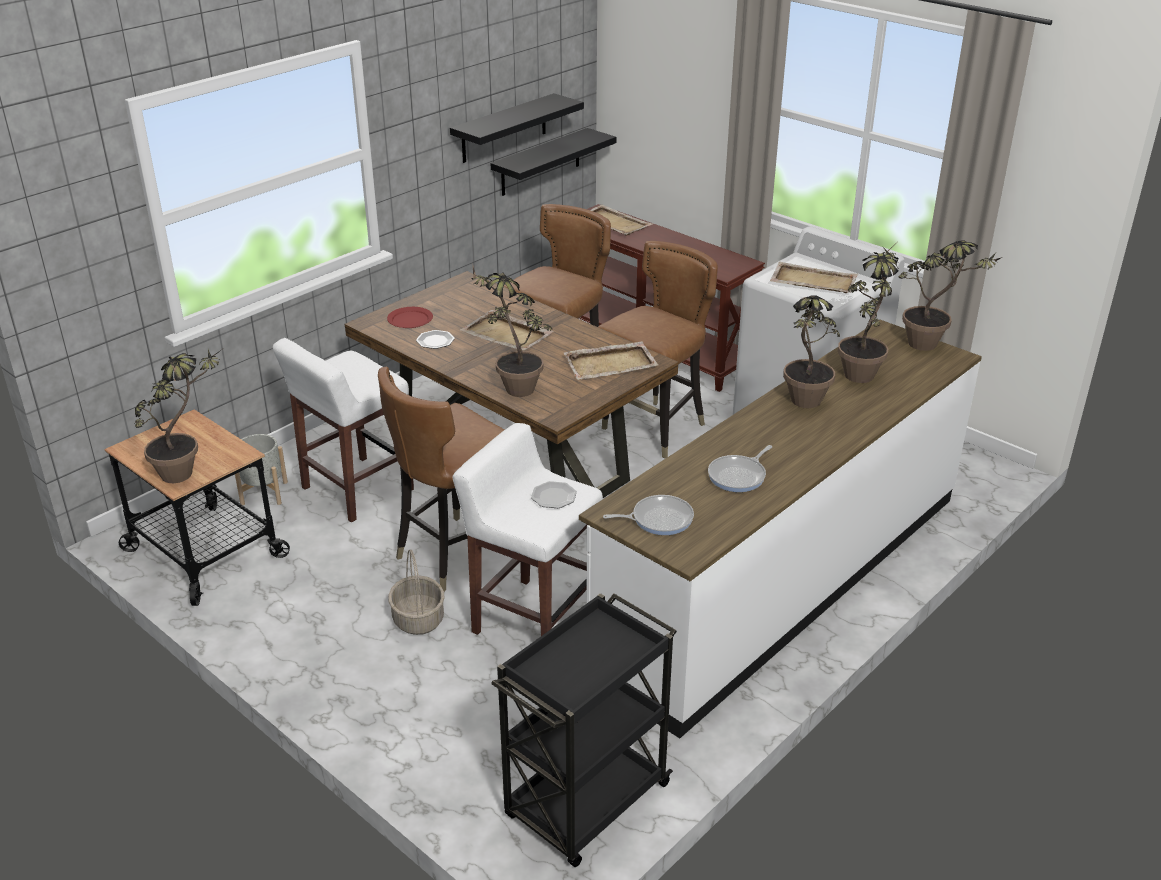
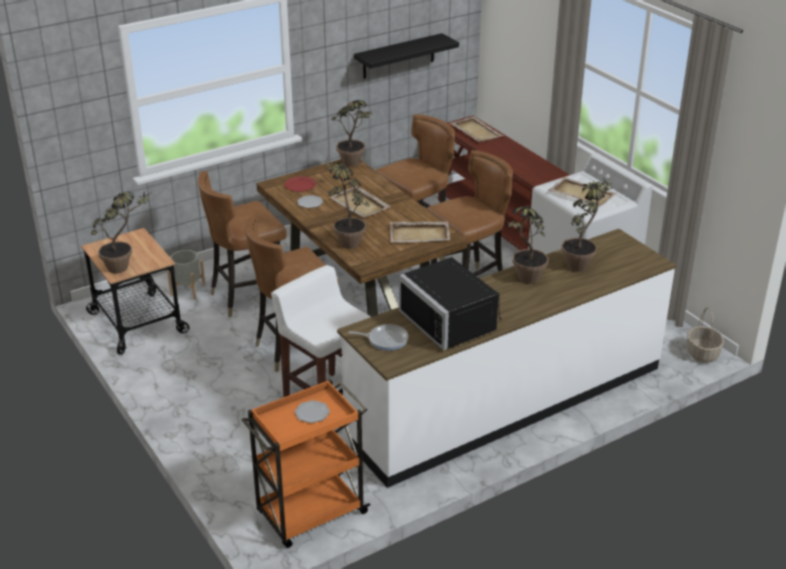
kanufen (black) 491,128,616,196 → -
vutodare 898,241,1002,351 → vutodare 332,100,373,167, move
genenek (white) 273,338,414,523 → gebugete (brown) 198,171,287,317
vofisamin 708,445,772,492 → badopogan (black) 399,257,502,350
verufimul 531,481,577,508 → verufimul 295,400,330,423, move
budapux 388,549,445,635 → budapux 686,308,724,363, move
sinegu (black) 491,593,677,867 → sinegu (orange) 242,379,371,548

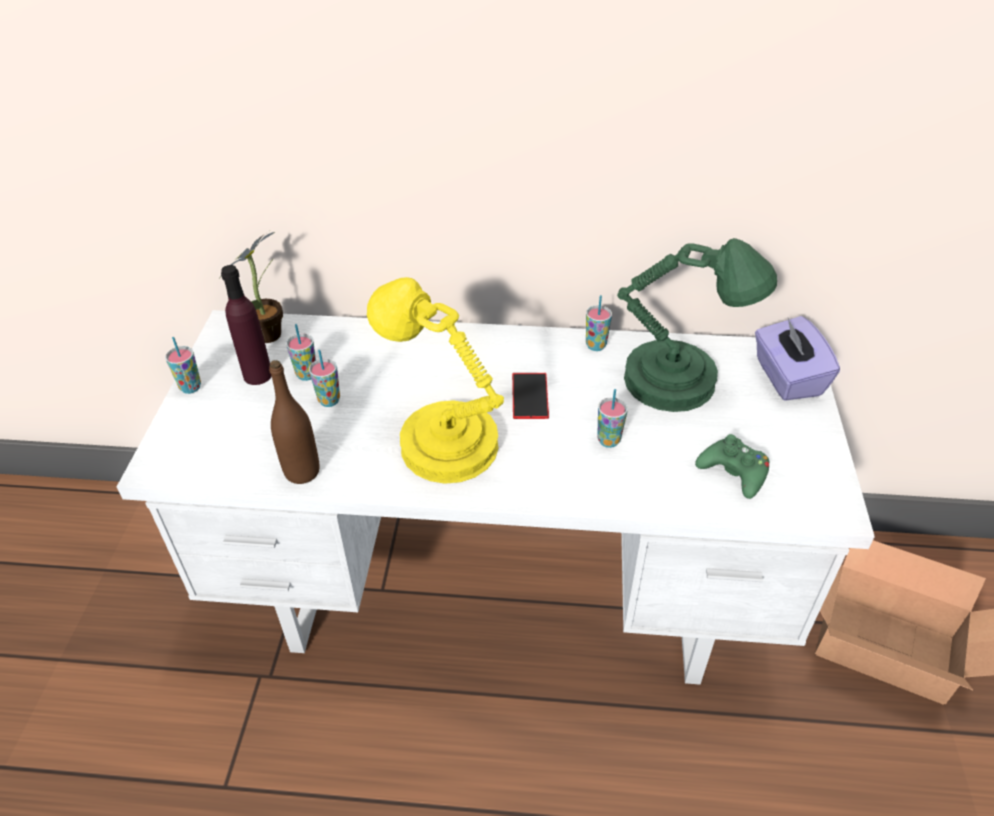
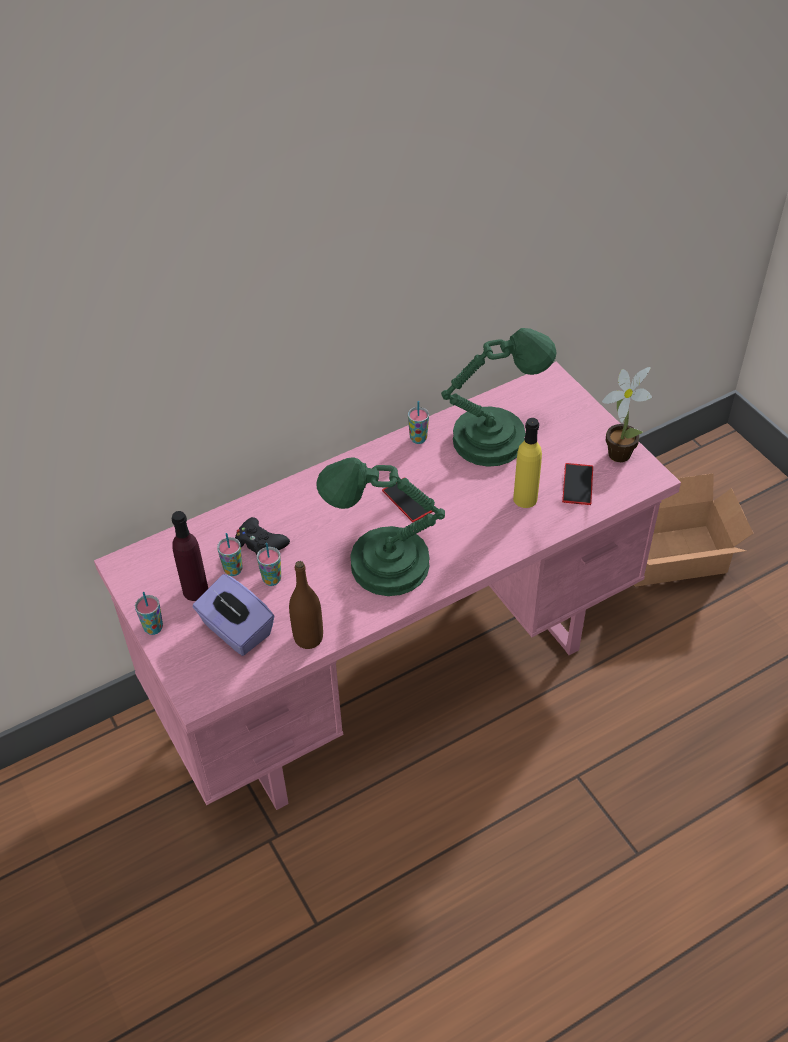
vutodare 220,230,283,343 → vutodare 602,367,652,462, move
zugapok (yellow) 367,277,504,484 → zugapok (green) 317,457,445,596
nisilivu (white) 117,310,875,685 → nisilivu (pink) 94,362,681,810
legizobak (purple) 755,316,840,401 → legizobak (purple) 193,574,274,656, move
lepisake 597,389,628,448 → -
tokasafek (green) 695,434,769,499 → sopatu 562,463,593,505
- → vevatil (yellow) 513,418,542,508
- → tokasafek (black) 235,517,290,555

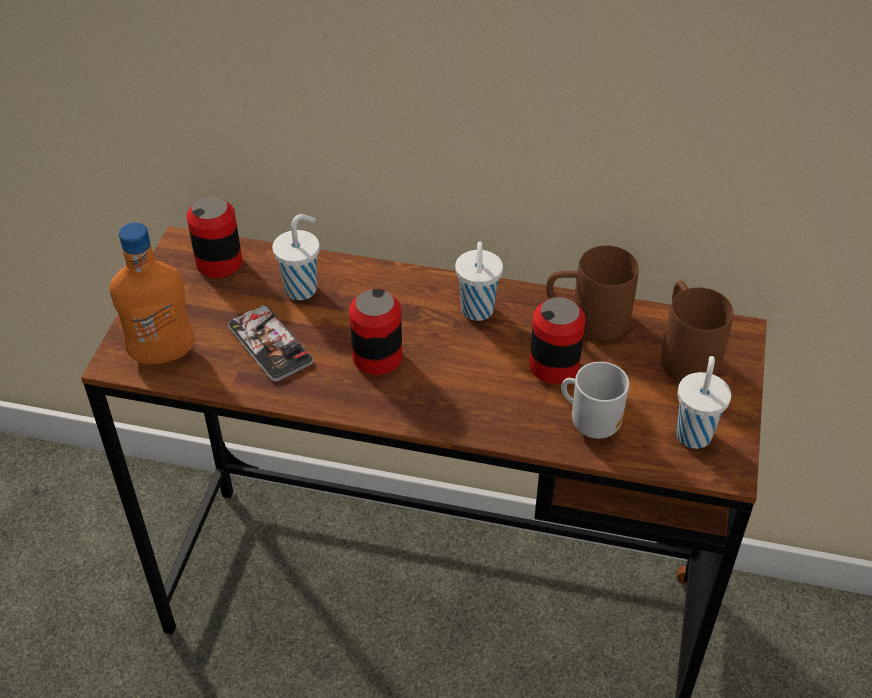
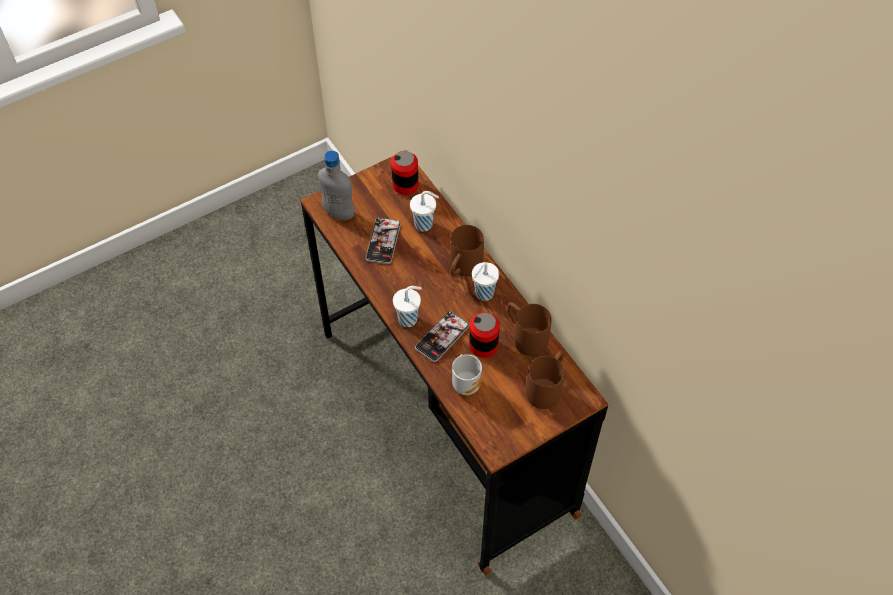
vevatil (orange) 109,222,194,364 → vevatil (grey) 318,150,355,220
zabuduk 349,289,402,375 → -
lepisake (white) 676,356,731,449 → lepisake (white) 393,286,422,327, move
- → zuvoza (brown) 450,225,484,276
- → sopatu 415,311,469,362

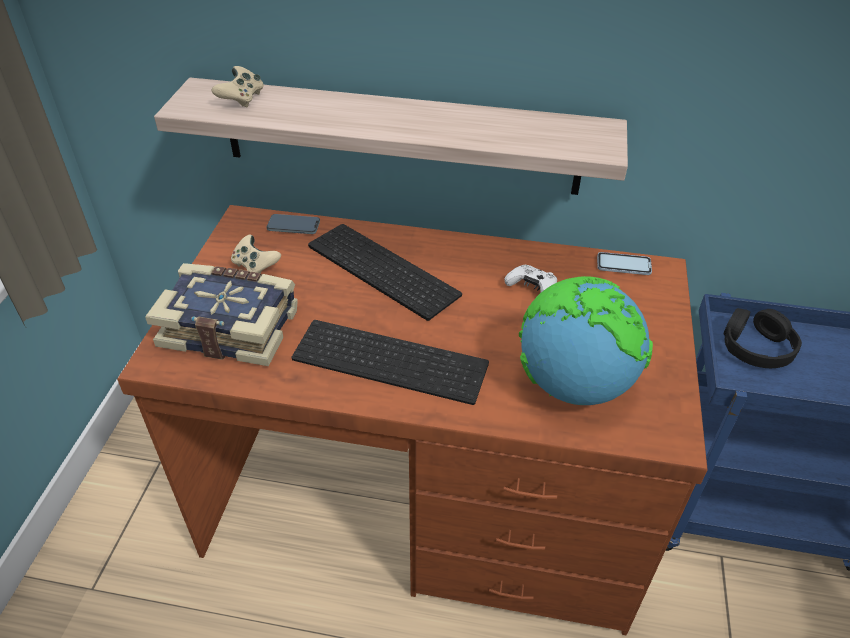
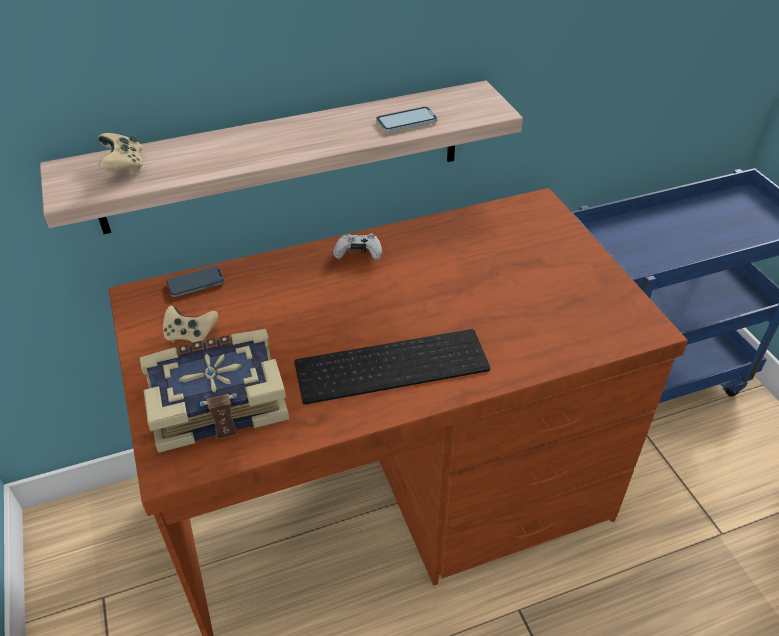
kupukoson 308,224,462,321 → -
sopatu 597,252,652,275 → sopatu 376,106,437,132, move
tokasafek (white) 504,265,557,292 → tokasafek (white) 333,233,382,260, move
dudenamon 519,276,653,405 → -
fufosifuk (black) 723,308,802,368 → -

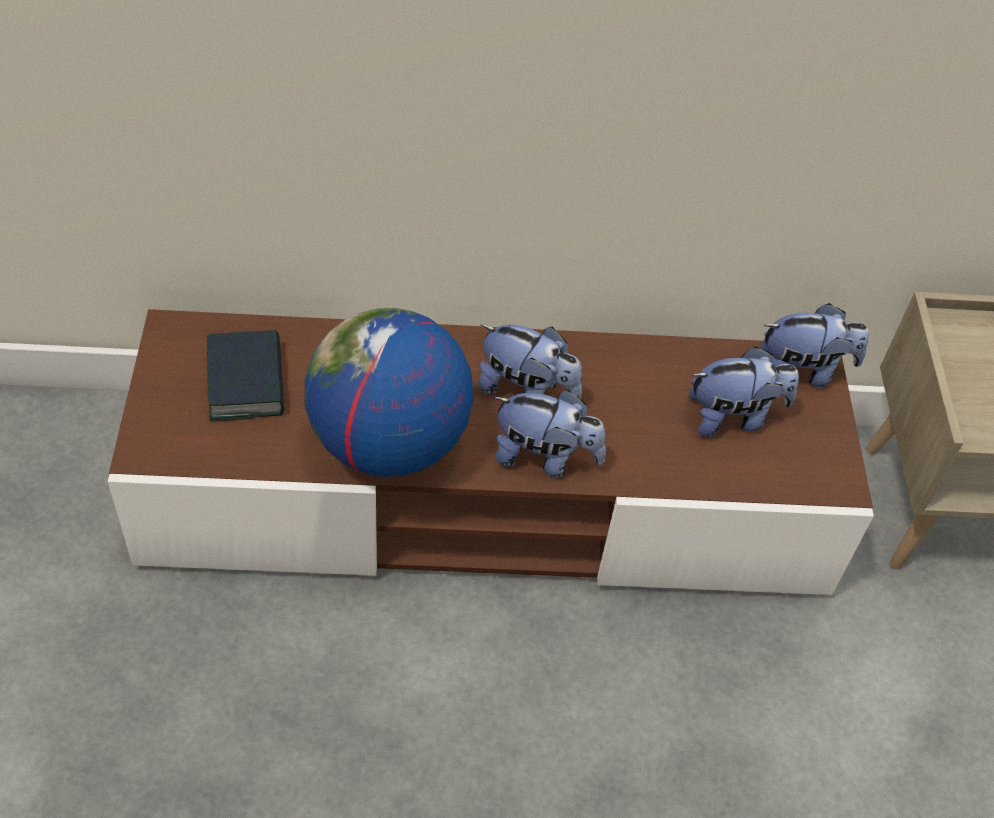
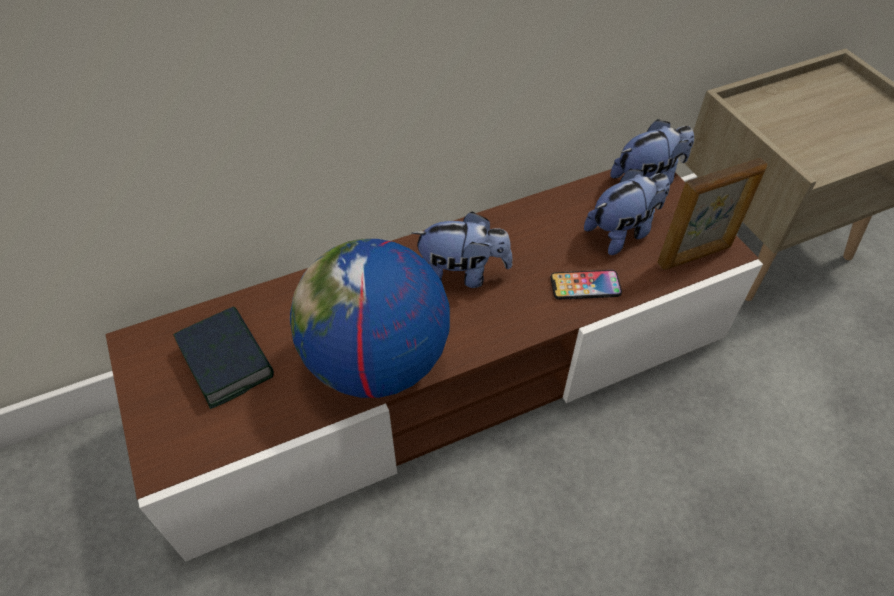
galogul 493,390,606,477 → -
- → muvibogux 657,158,767,270
- → sopatu 551,270,622,300

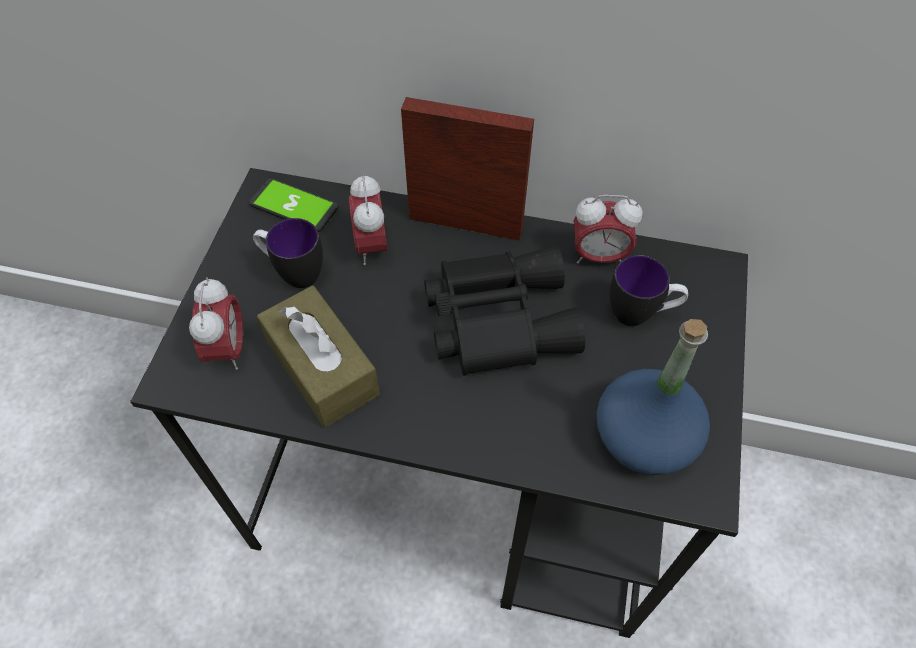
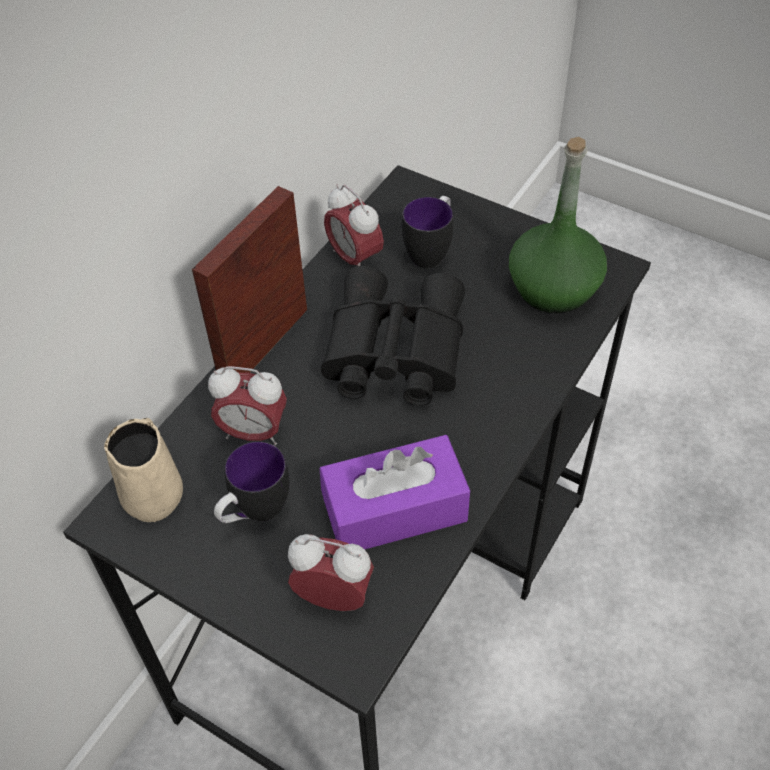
sopatu 249,178,339,232 → zuvoza (beige) 104,418,183,522
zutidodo 574,195,643,264 → zutidodo 324,185,384,266, 120 degrees clockwise
legizobak (brown) 257,286,380,428 → legizobak (purple) 319,435,470,549
vevatil (blue) 597,319,710,475 → vevatil (green) 509,137,607,313

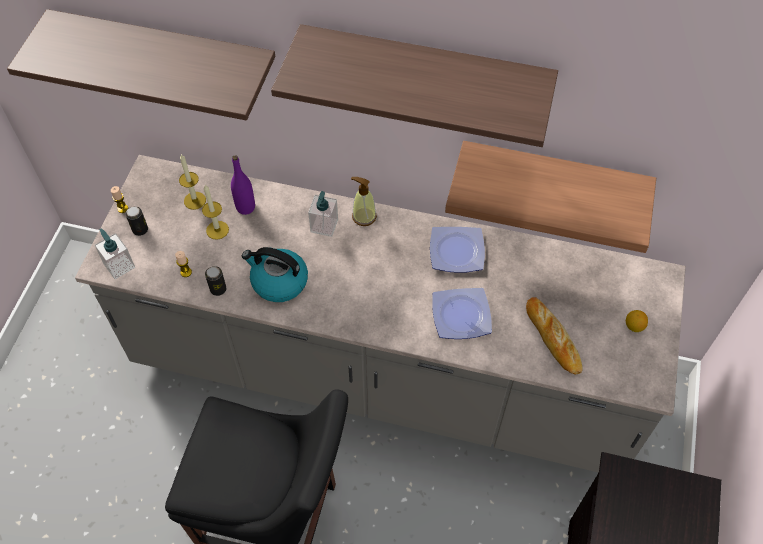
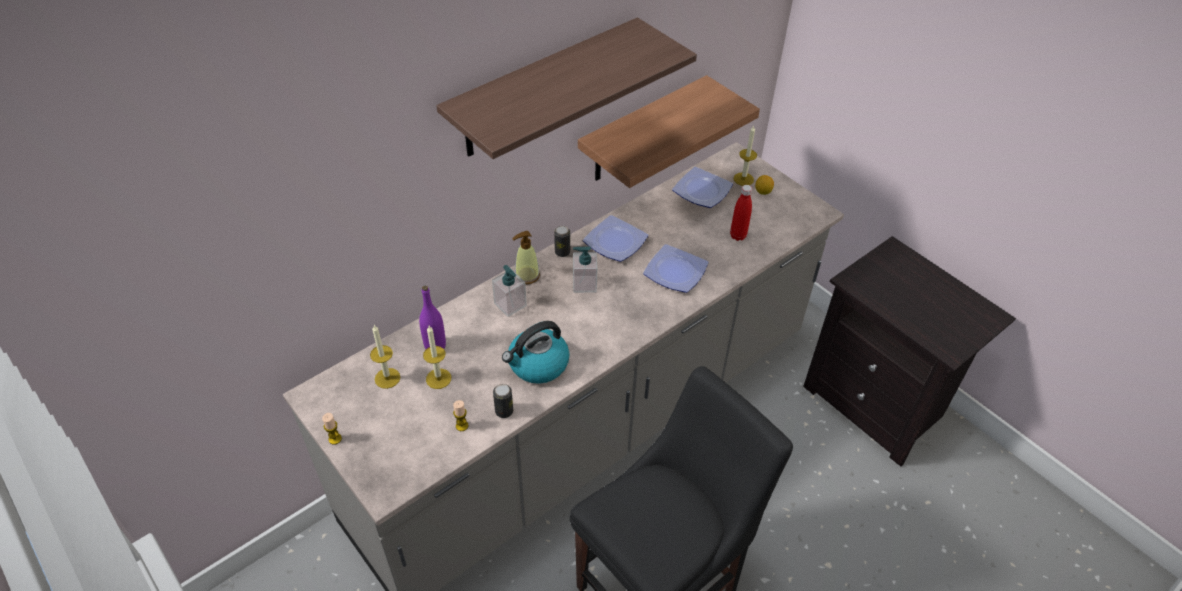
kanufen 7,9,275,121 → -
zabuduk 125,206,148,236 → zabuduk 554,226,570,257, move
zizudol 95,228,135,279 → zizudol 573,246,597,293, move
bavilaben 526,297,582,375 → vevatil (red) 730,185,752,241
- → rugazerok 734,126,757,186
- → verufimul 672,167,733,208

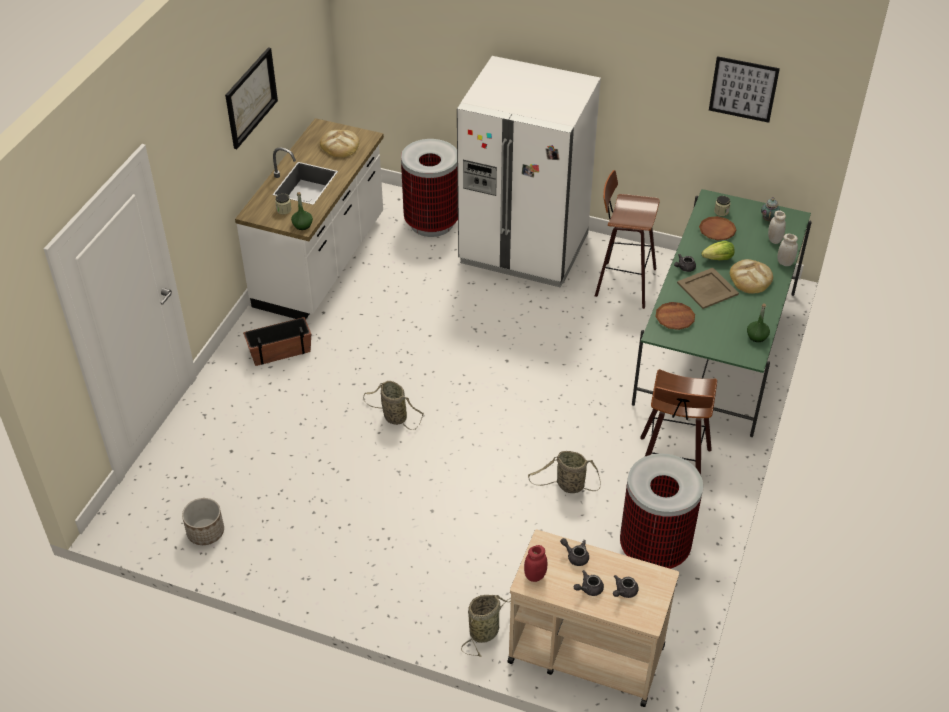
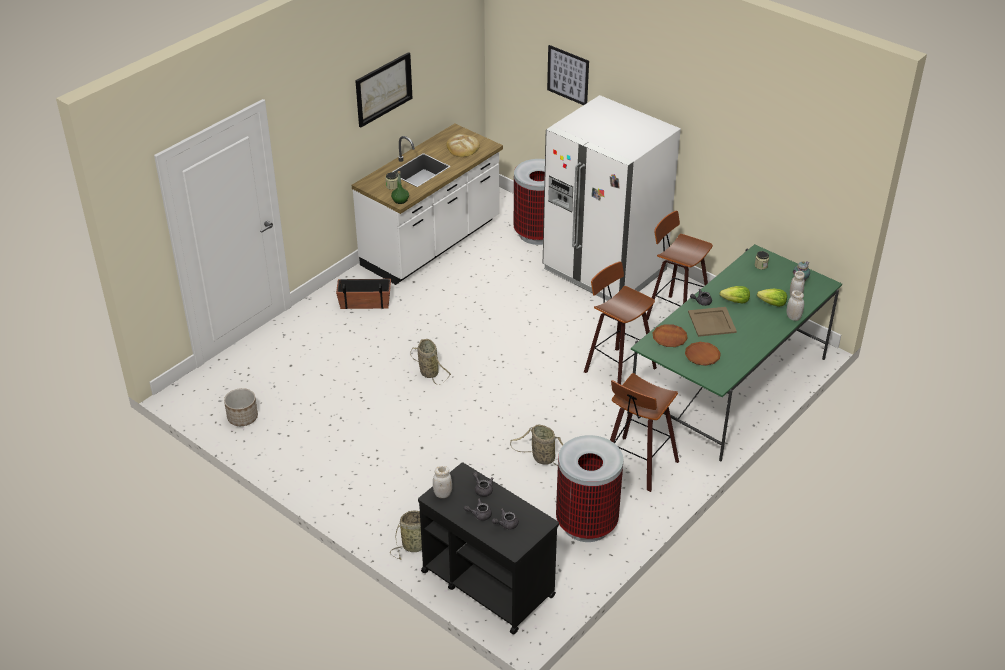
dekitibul 709,56,780,123 → dekitibul 547,45,589,105, move
verufimul (brown) 699,216,736,240 → verufimul (brown) 685,342,721,366, move
bavilaben 730,259,773,294 → -
vevatil (green) 747,304,770,342 → -
sinegu (beige) 507,529,679,707 → sinegu (black) 418,462,559,634
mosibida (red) 524,545,547,582 → mosibida (white) 433,466,452,498
- → genenek 584,261,657,384
- → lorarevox 757,289,787,307

